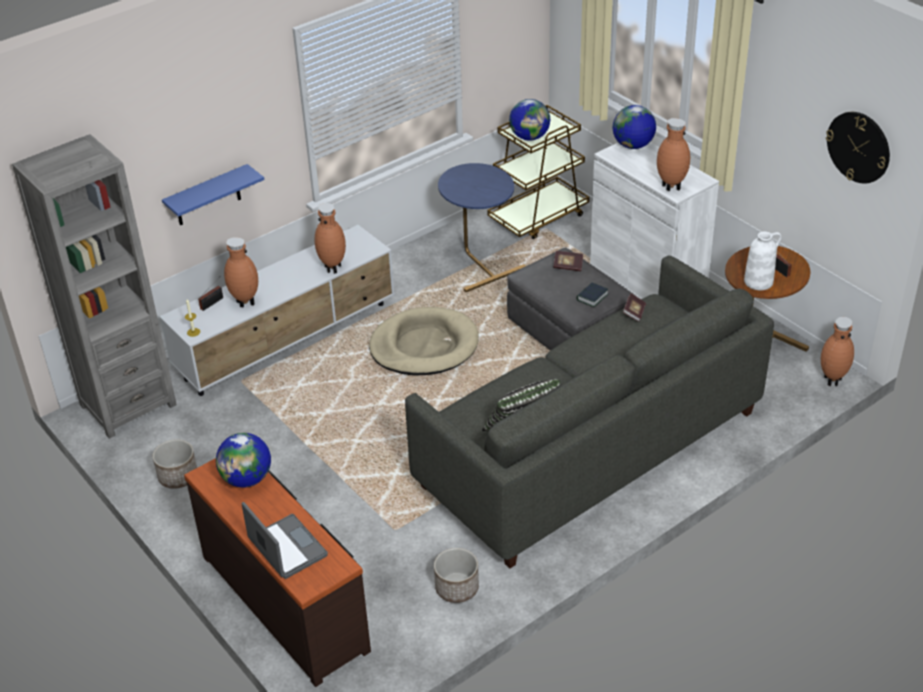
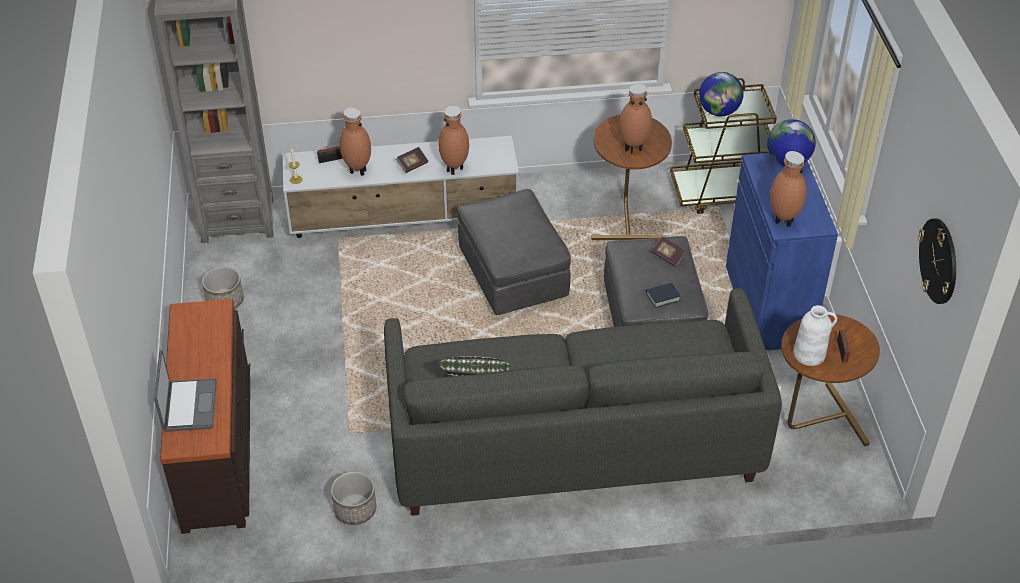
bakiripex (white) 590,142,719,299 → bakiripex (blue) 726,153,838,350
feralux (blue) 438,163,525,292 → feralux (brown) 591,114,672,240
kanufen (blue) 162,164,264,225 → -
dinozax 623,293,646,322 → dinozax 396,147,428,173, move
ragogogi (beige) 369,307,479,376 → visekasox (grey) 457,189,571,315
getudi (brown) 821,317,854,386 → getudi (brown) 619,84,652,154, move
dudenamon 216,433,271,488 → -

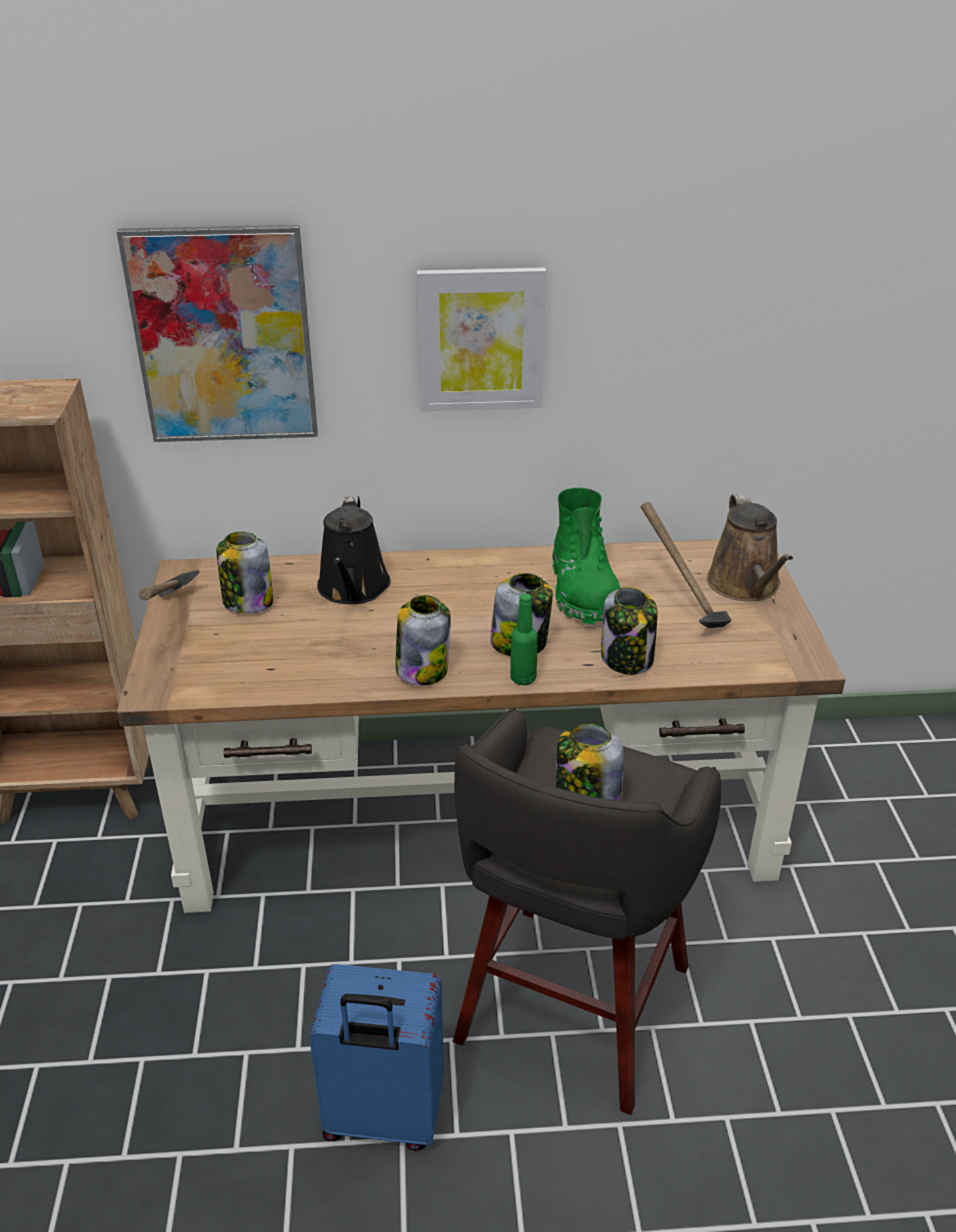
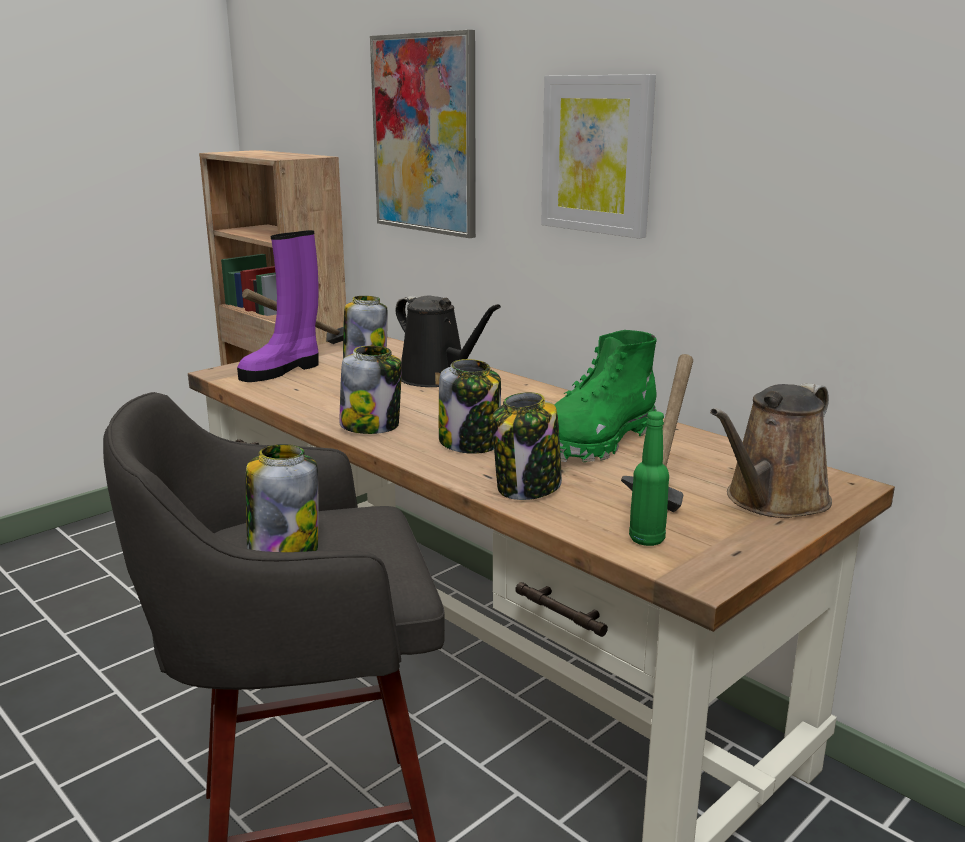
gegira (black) 317,496,391,604 → gegira (black) 396,296,501,387, 90 degrees counterclockwise
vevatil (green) 510,594,538,685 → vevatil (green) 629,411,669,546, move
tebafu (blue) 309,964,444,1151 → -
- → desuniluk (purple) 237,230,319,382

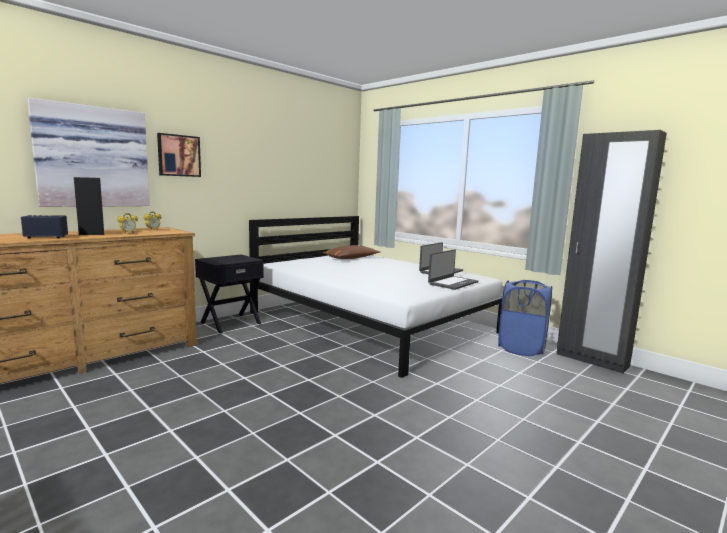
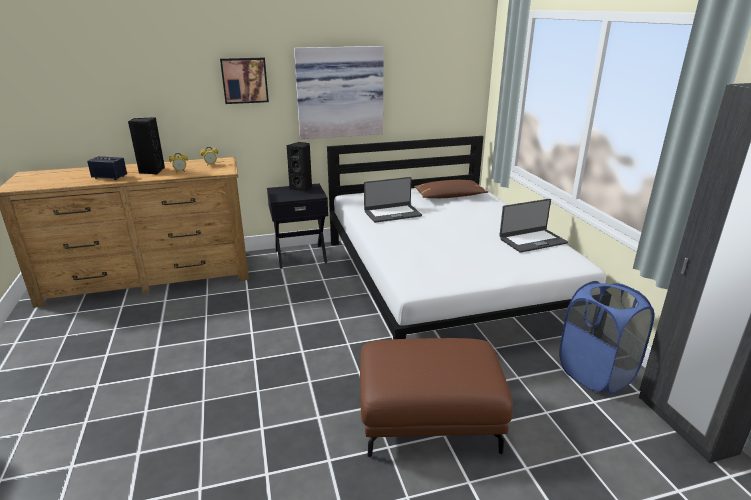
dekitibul 27,97,150,207 → dekitibul 294,46,384,139, move
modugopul 428,249,478,290 → modugopul 364,177,422,223, move
- → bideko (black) 287,142,312,192
- → visekasox (brown) 360,338,513,457

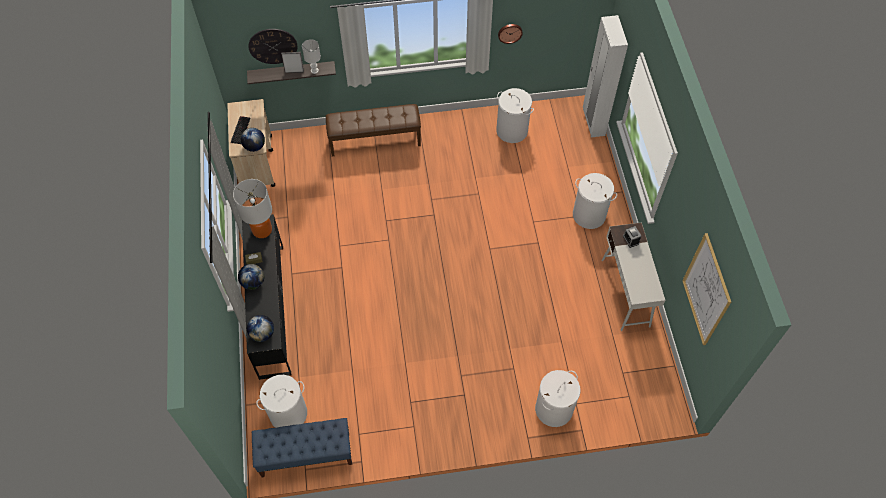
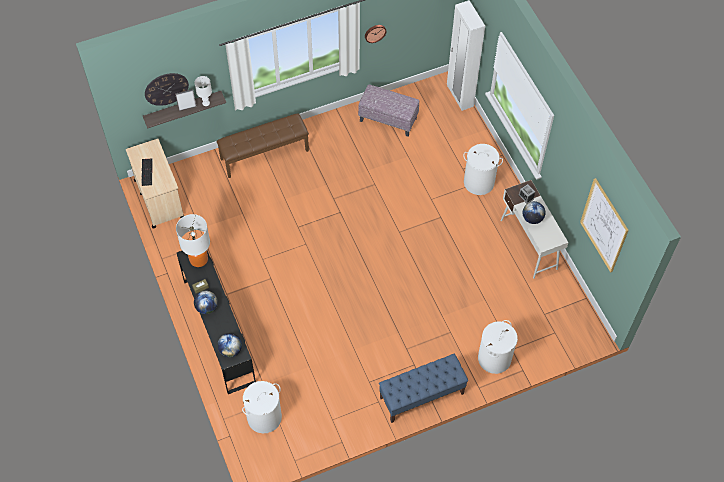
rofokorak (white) 496,88,534,143 → visekasox 358,85,419,137
dudenamon 241,128,265,152 → dudenamon 523,201,545,224, move
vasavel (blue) 252,418,352,478 → vasavel (blue) 379,353,468,423, move

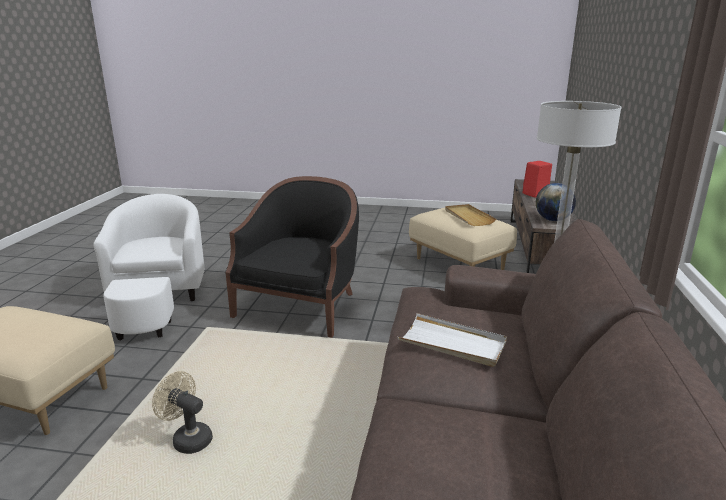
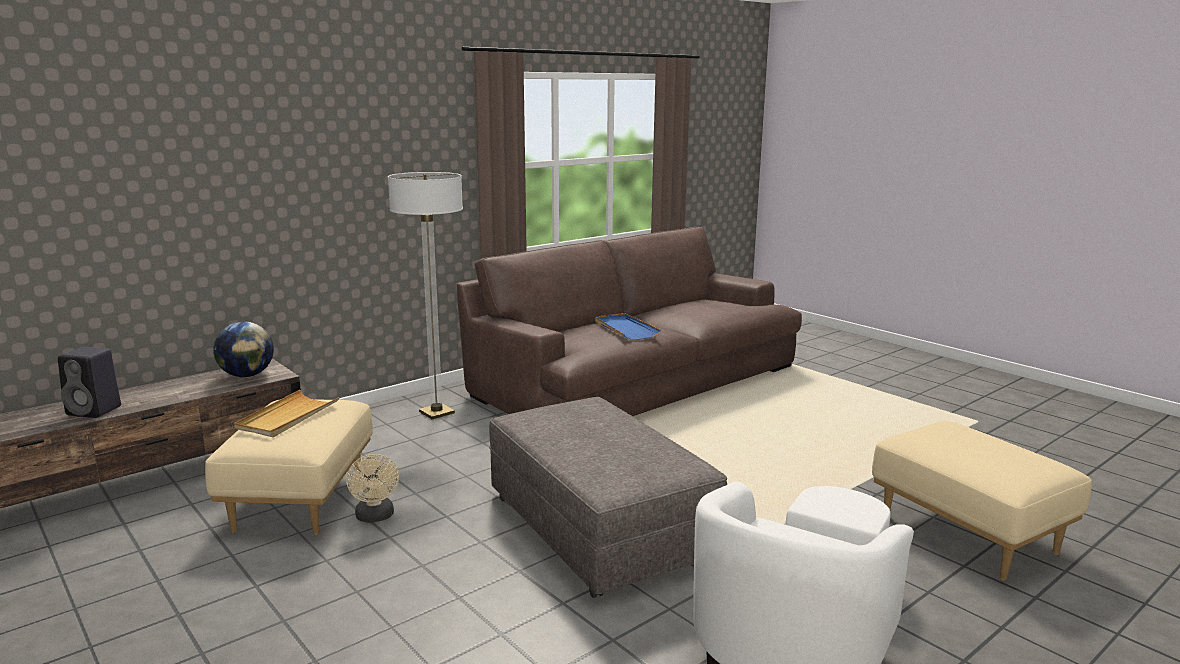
bideko (red) 523,161,552,198 → bideko (black) 58,347,121,418
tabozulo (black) 225,176,359,338 → visekasox (grey) 489,397,727,598
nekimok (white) 398,313,507,367 → nekimok (blue) 595,313,661,340
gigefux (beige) 152,371,213,454 → gigefux (beige) 346,454,399,523, move

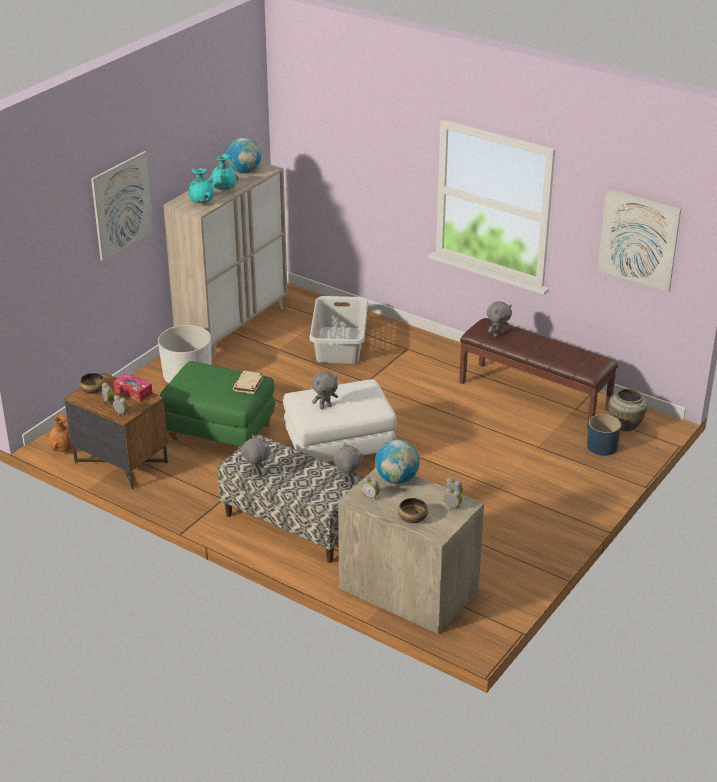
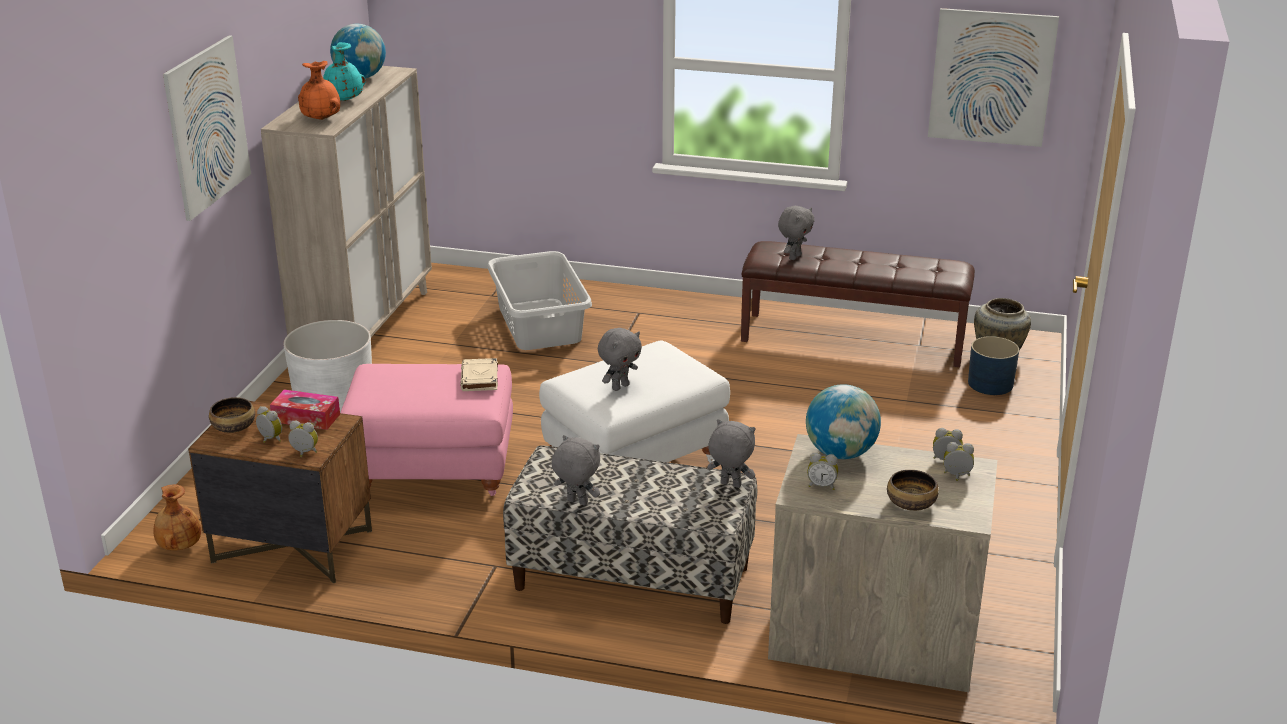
getudi (turquoise) 188,168,214,203 → getudi (orange) 298,61,340,120
visekasox (green) 159,361,275,448 → visekasox (pink) 341,364,513,496

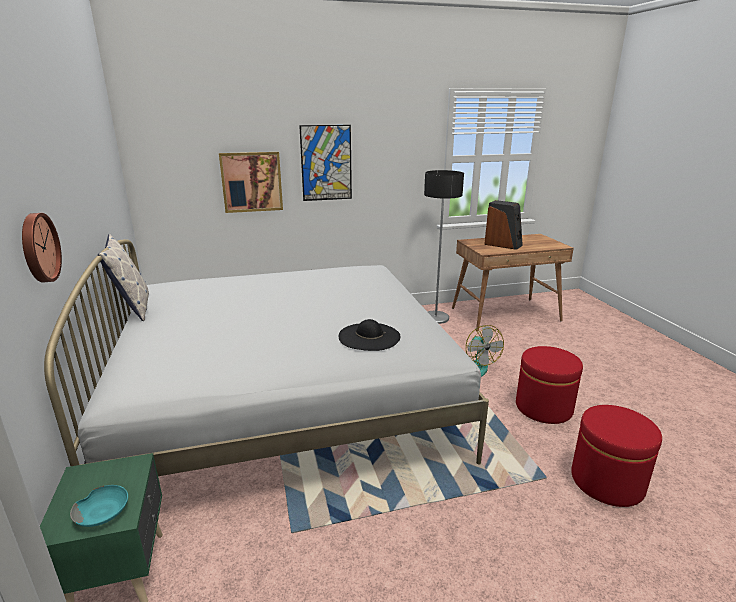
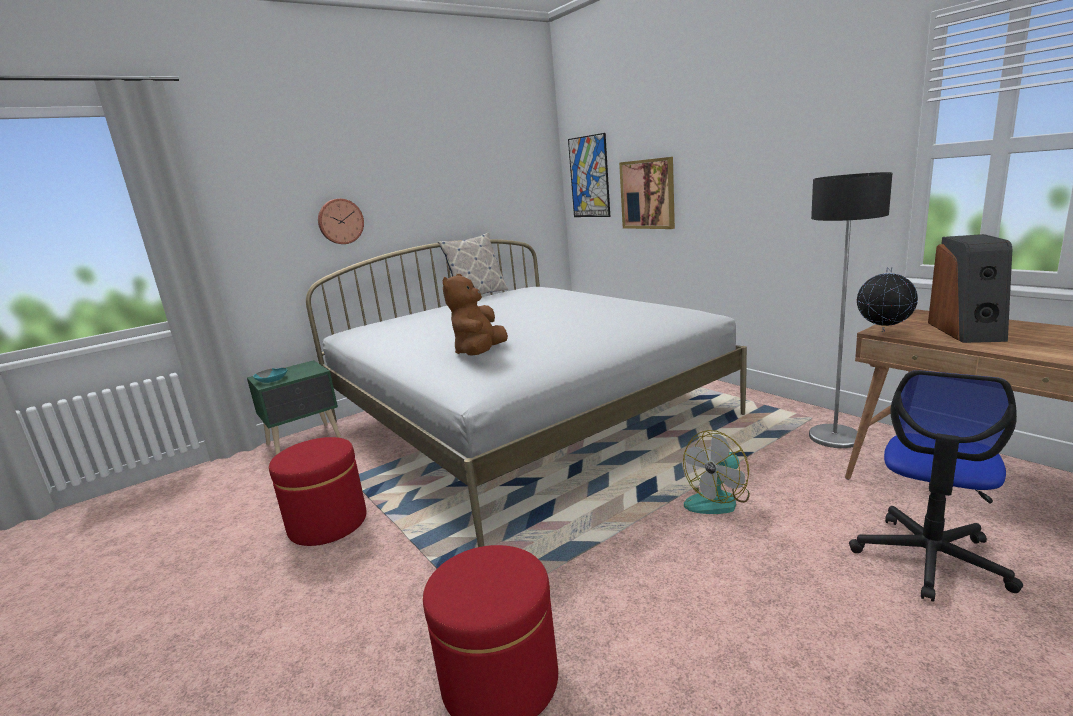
dekitibul 299,125,352,201 → dekitibul 568,133,610,217, move
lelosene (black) 339,319,401,351 → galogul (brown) 443,274,508,355
visekasox (red) 516,346,583,424 → visekasox (red) 269,437,367,546, move
- → dudenamon 857,267,918,332
- → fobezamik 849,370,1023,602

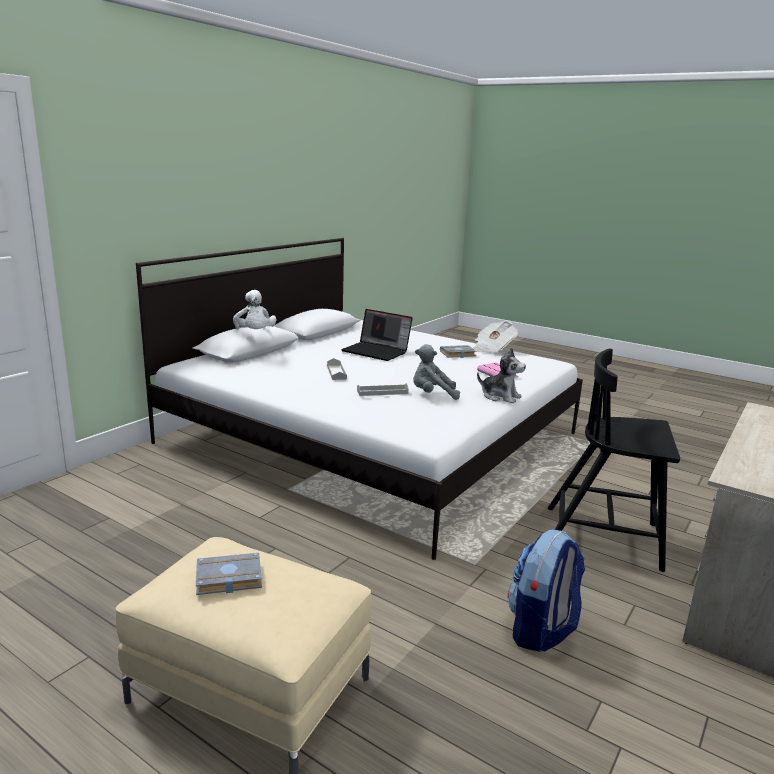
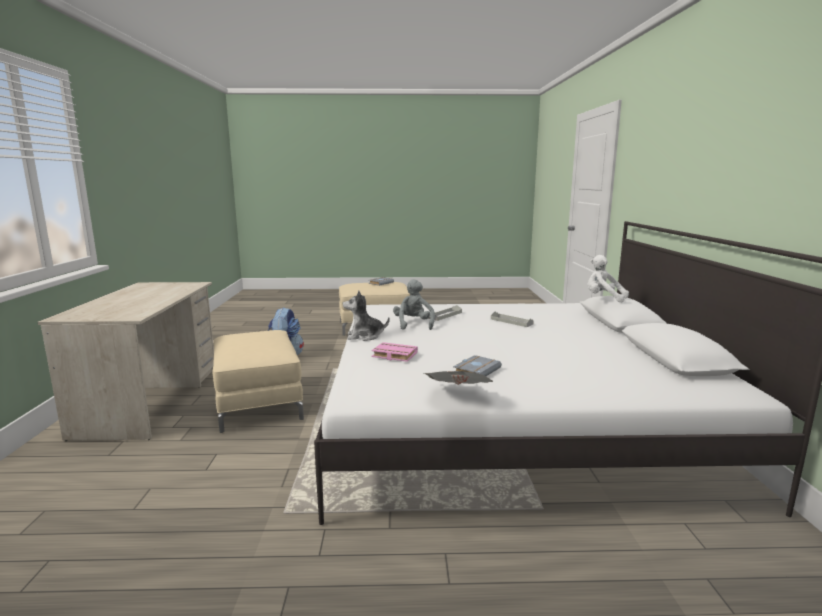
modugopul 341,309,413,361 → -
galogul (grey) 413,344,460,400 → galogul (grey) 393,279,435,330, 60 degrees counterclockwise
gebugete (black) 548,349,680,572 → visekasox (beige) 212,330,304,433

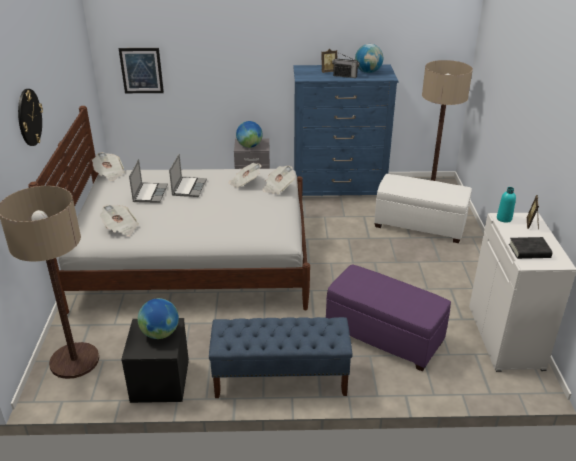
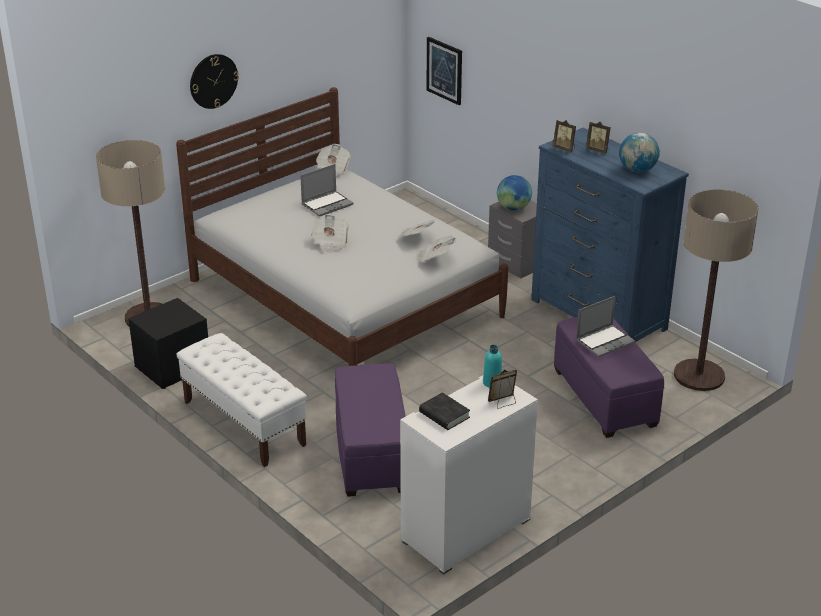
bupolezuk 332,52,360,78 → -
modugopul 169,154,207,197 → modugopul 576,296,635,357, move
visekasox (white) 374,174,472,243 → visekasox (purple) 554,317,664,438
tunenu 100,205,139,236 → tunenu 311,214,349,254, move
dudenamon 138,298,179,339 → -
vasavel (blue) 209,317,353,398 → vasavel (white) 176,333,307,467
- → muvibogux 553,120,576,153

